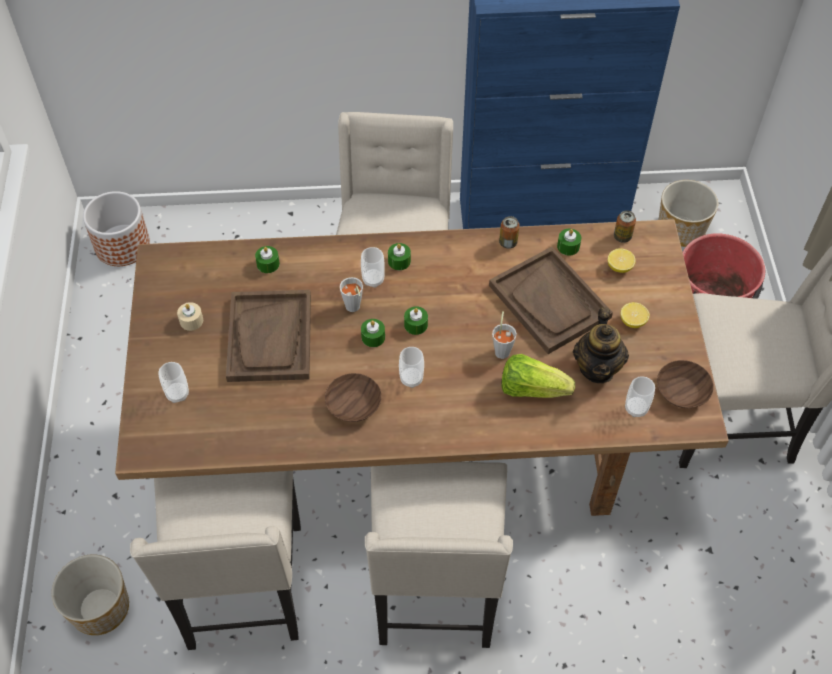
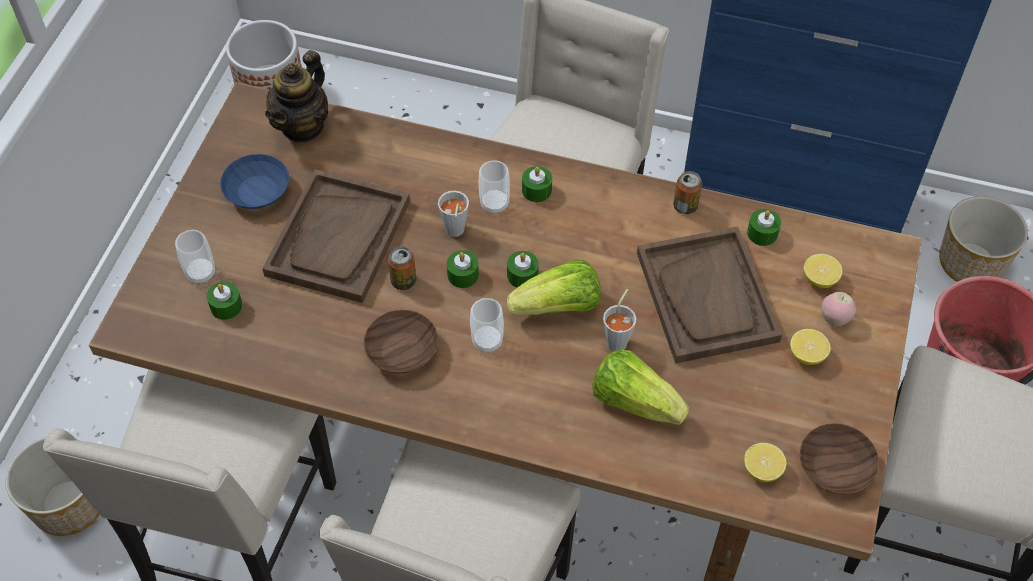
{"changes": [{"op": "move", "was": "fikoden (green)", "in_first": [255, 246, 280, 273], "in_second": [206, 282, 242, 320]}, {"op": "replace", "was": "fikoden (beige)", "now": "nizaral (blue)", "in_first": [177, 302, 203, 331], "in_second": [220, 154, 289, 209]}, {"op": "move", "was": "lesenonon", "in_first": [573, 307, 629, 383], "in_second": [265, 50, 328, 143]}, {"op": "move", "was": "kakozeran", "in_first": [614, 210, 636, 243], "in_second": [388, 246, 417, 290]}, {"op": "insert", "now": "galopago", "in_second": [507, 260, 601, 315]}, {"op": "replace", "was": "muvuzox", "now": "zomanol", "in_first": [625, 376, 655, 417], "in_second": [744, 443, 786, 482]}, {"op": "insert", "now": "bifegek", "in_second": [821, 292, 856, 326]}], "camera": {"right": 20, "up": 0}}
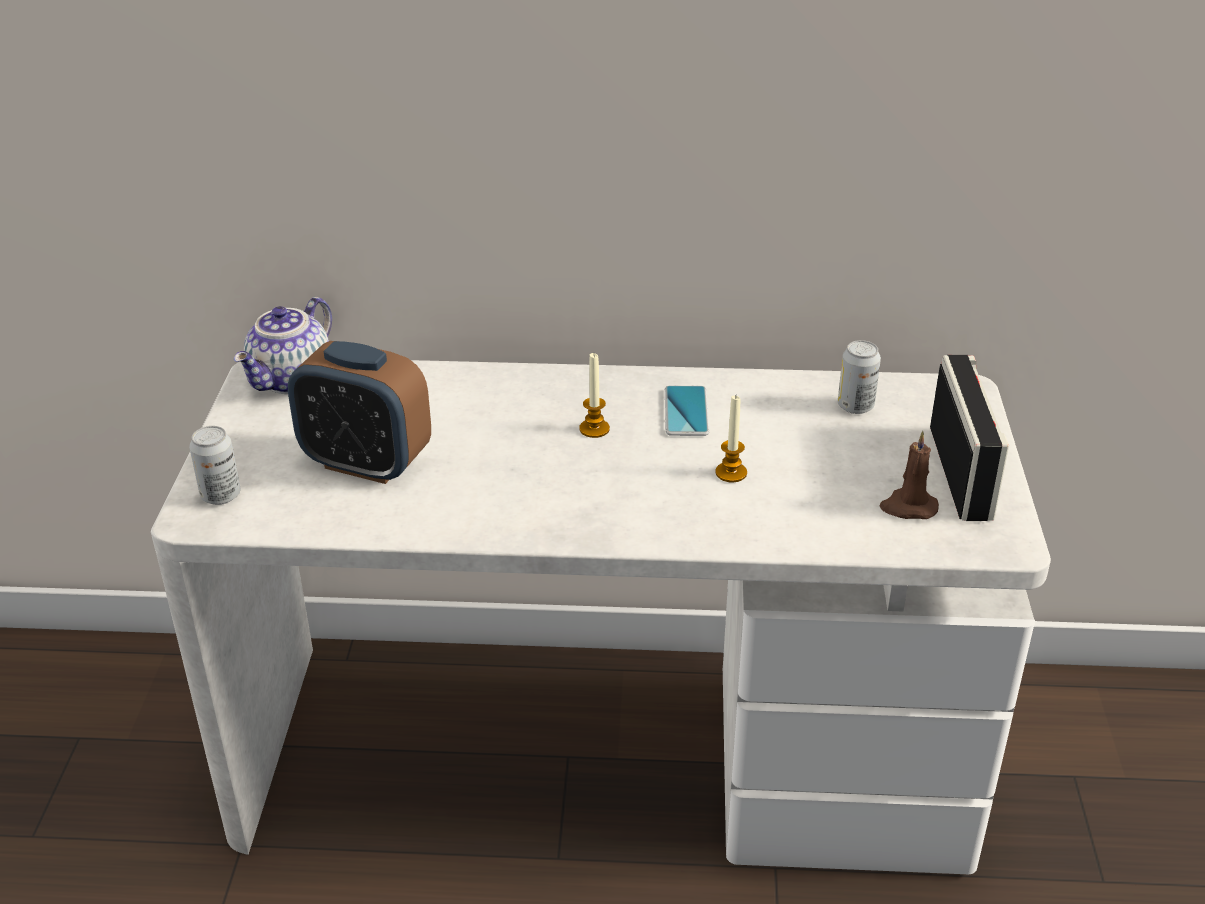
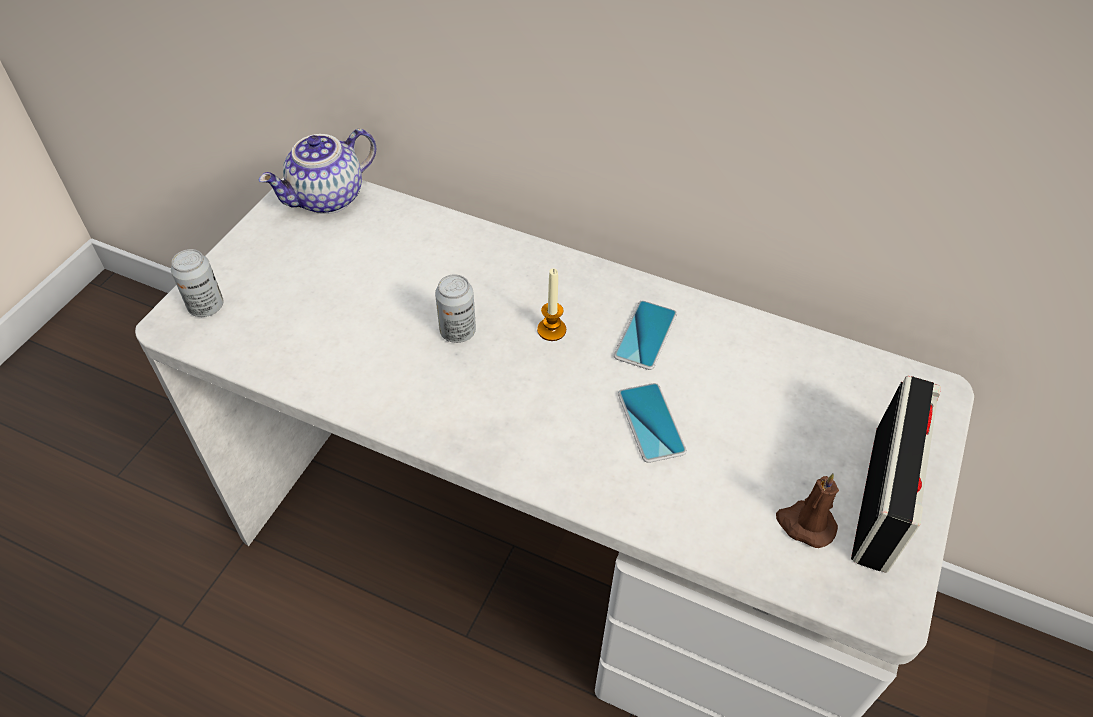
{"changes": [{"op": "move", "was": "kakozeran", "in_first": [838, 340, 881, 414], "in_second": [435, 275, 476, 343]}, {"op": "replace", "was": "fikoden", "now": "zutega", "in_first": [715, 396, 747, 482], "in_second": [618, 383, 687, 463]}, {"op": "delete", "was": "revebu", "in_first": [288, 341, 431, 484]}], "camera": {"right": 20, "up": 15}}
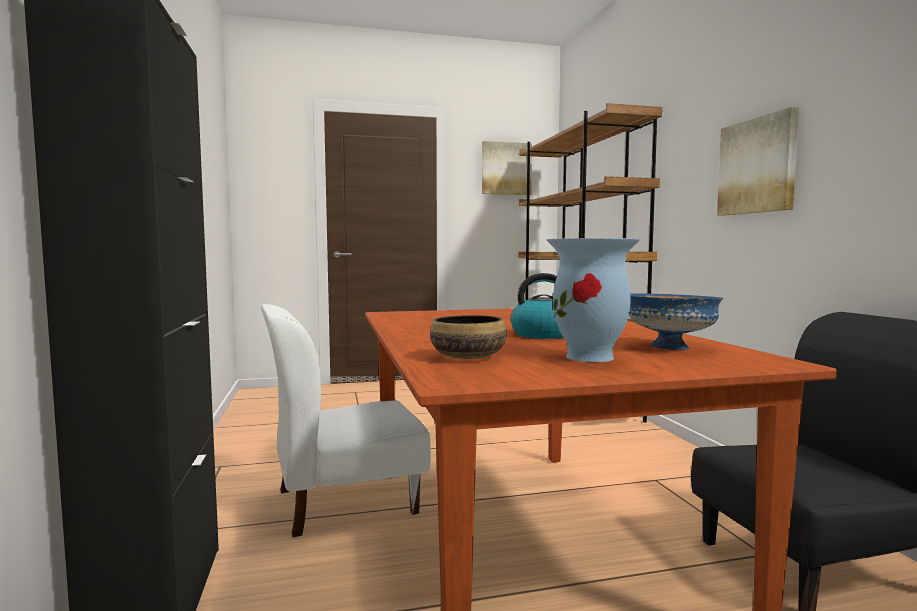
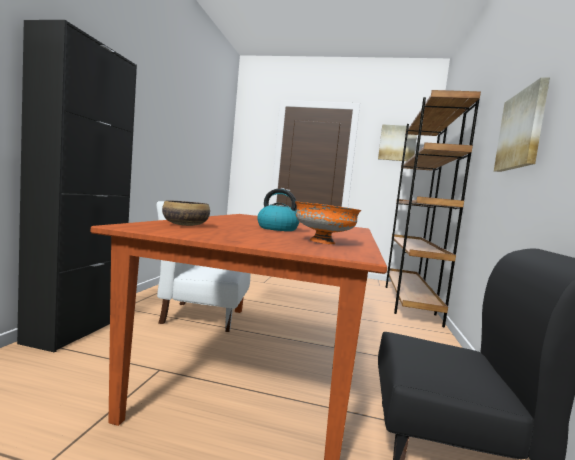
{"changes": [{"op": "recolor", "was": "nizaral (blue)", "now": "nizaral (orange)", "in_first": [629, 293, 723, 350], "in_second": [295, 201, 362, 244]}, {"op": "delete", "was": "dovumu", "in_first": [547, 238, 640, 362]}], "camera": {"right": 25, "up": 0}}
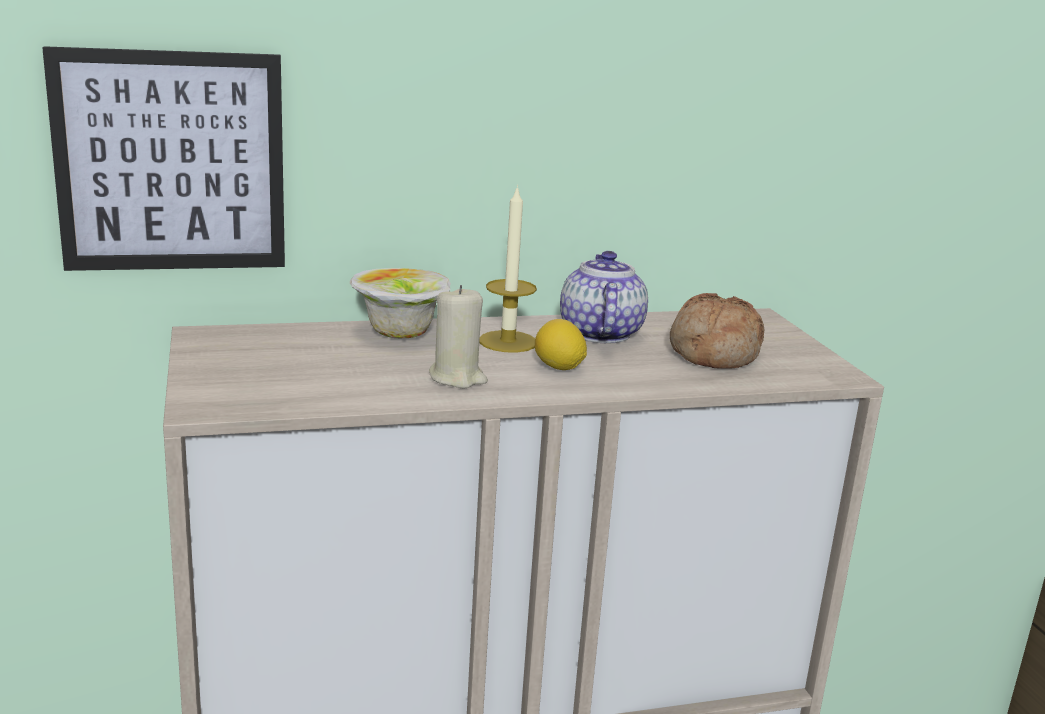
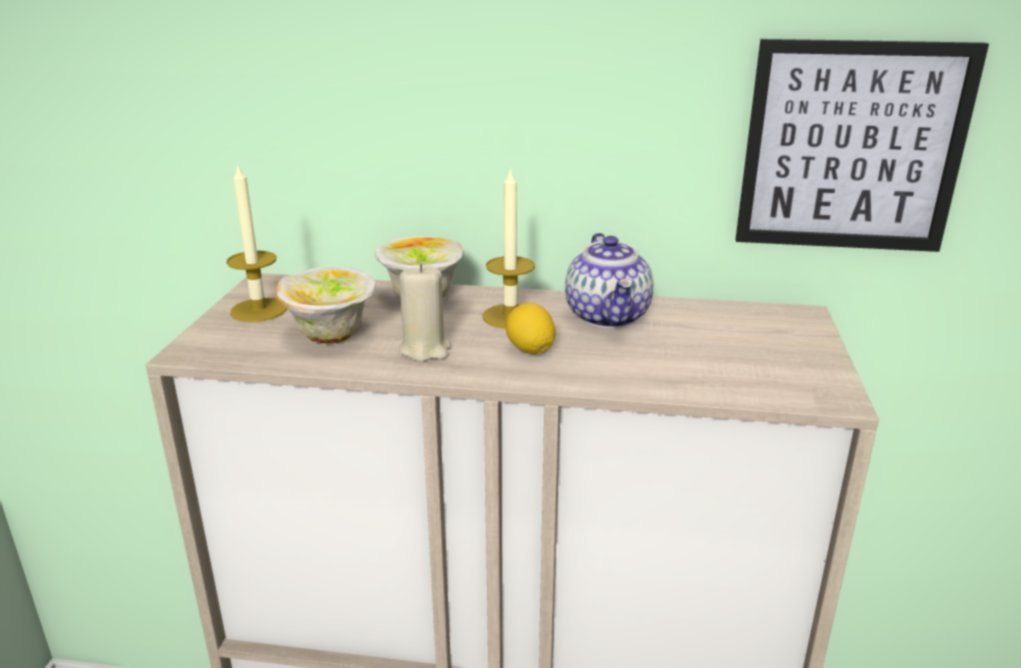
{"changes": [{"op": "insert", "now": "fikoden", "in_second": [226, 166, 287, 322]}, {"op": "insert", "now": "nizaral", "in_second": [276, 266, 376, 344]}, {"op": "rotate", "was": "lesenonon", "in_first": [560, 251, 648, 343], "in_second": [565, 233, 653, 328], "clockwise": 150}, {"op": "move", "was": "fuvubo", "in_first": [42, 46, 285, 271], "in_second": [736, 39, 989, 252]}, {"op": "delete", "was": "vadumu", "in_first": [670, 293, 764, 369]}], "camera": {"right": 25, "up": 5}}
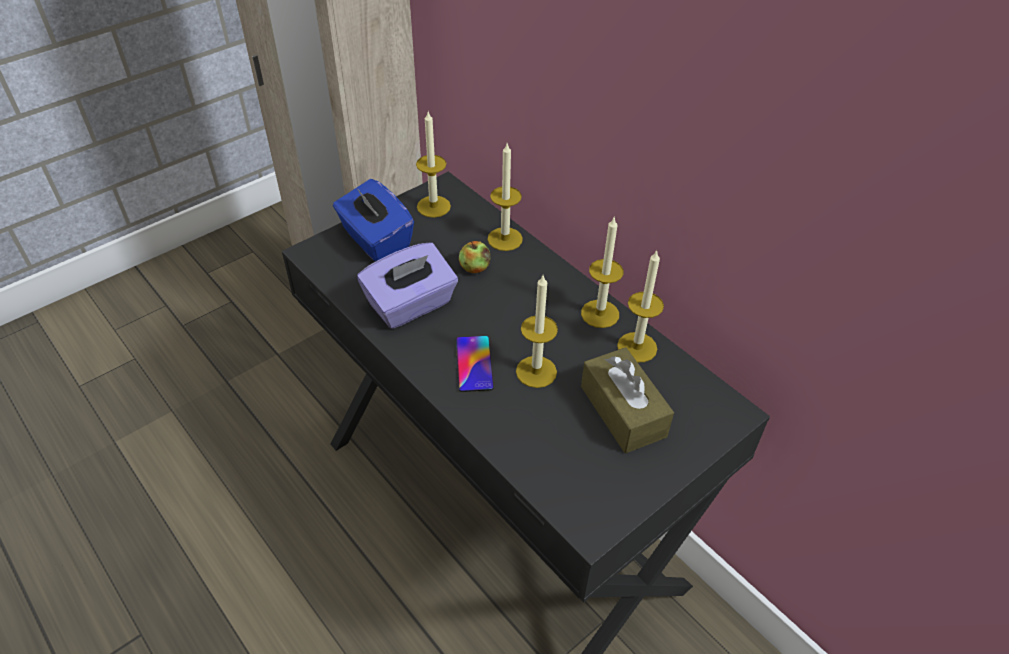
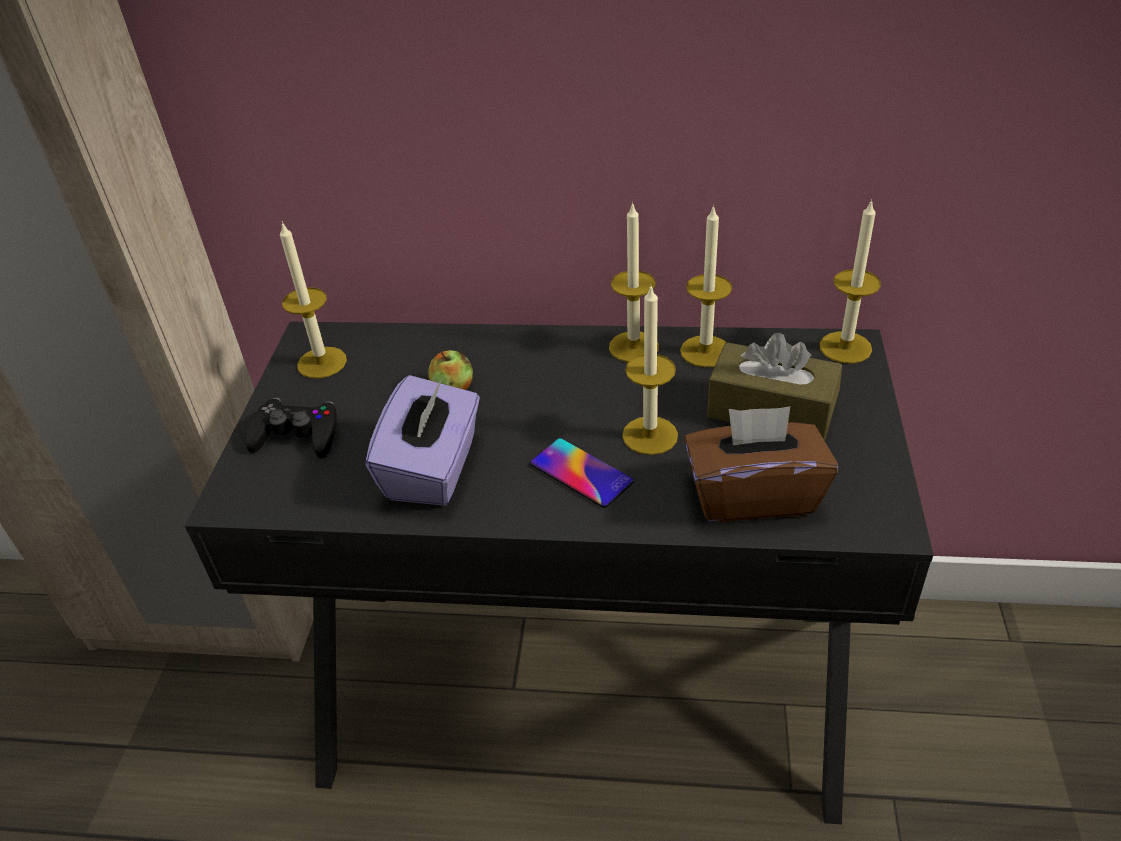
{"changes": [{"op": "replace", "was": "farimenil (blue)", "now": "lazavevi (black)", "in_first": [333, 179, 414, 262], "in_second": [245, 397, 337, 459]}, {"op": "insert", "now": "farimenil (brown)", "in_second": [684, 407, 838, 522]}, {"op": "move", "was": "fikoden", "in_first": [487, 144, 523, 251], "in_second": [820, 199, 881, 364]}], "camera": {"right": -40, "up": -5}}
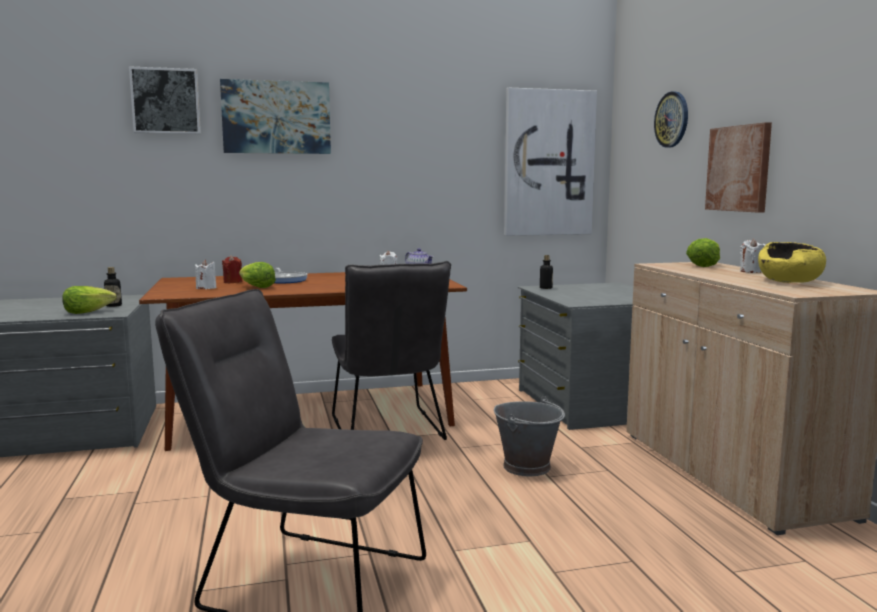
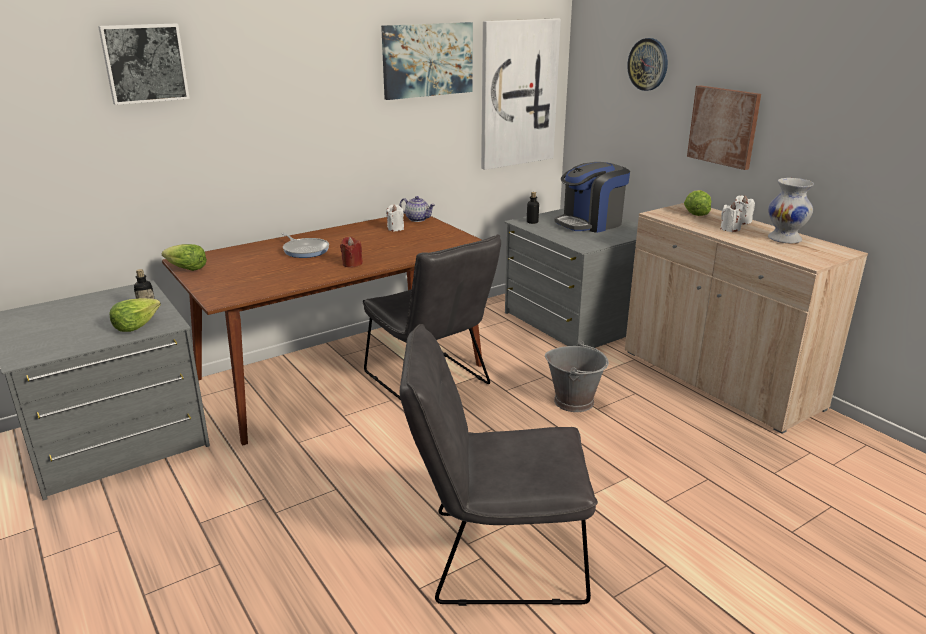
{"changes": [{"op": "move", "was": "galopago", "in_first": [239, 262, 276, 288], "in_second": [162, 244, 207, 271]}, {"op": "move", "was": "fikoden (red)", "in_first": [222, 255, 242, 283], "in_second": [340, 237, 363, 268]}, {"op": "move", "was": "fuvubo", "in_first": [220, 79, 331, 154], "in_second": [381, 22, 473, 100]}, {"op": "insert", "now": "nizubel", "in_second": [554, 162, 630, 233]}, {"op": "move", "was": "fikoden (white)", "in_first": [195, 260, 217, 289], "in_second": [720, 202, 743, 232]}, {"op": "replace", "was": "nizaral (yellow)", "now": "dovumu (white)", "in_first": [758, 242, 826, 283], "in_second": [768, 178, 814, 243]}], "camera": {"right": -20, "up": 15}}
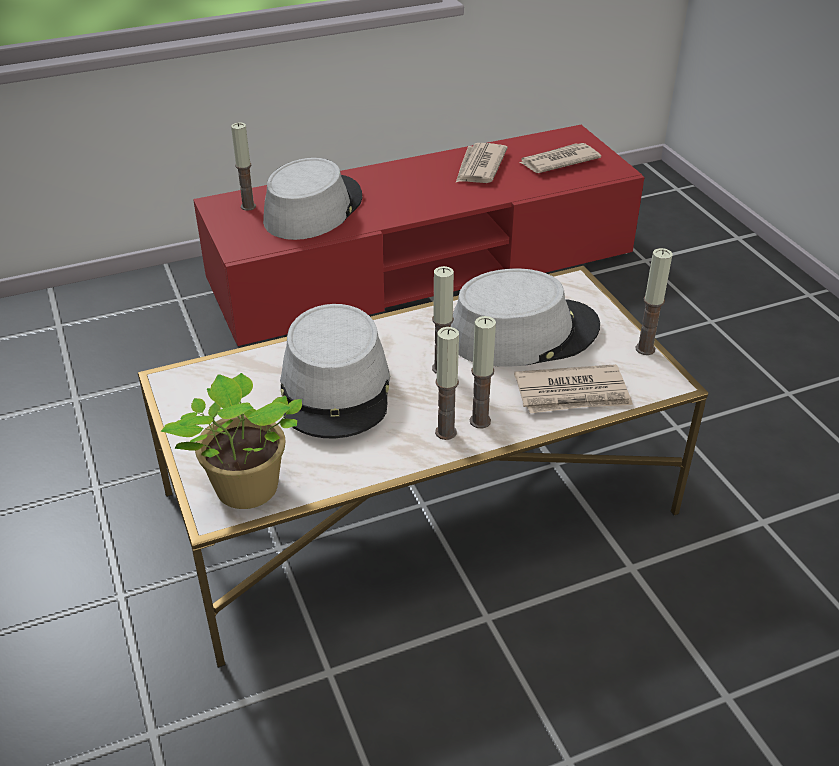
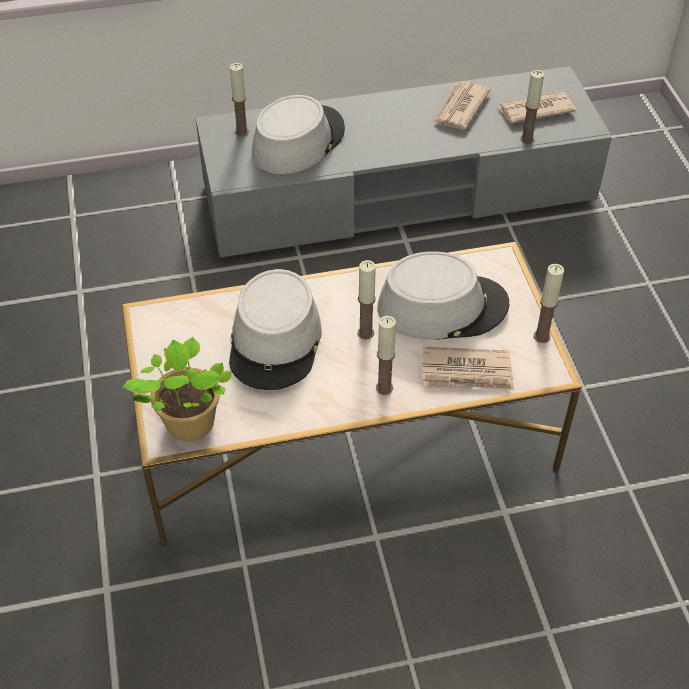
{"changes": [{"op": "recolor", "was": "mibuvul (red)", "now": "mibuvul (grey)", "in_first": [193, 125, 644, 347], "in_second": [195, 66, 612, 258]}, {"op": "move", "was": "fikoden", "in_first": [435, 327, 459, 440], "in_second": [520, 70, 544, 144]}], "camera": {"right": 10, "up": 10}}
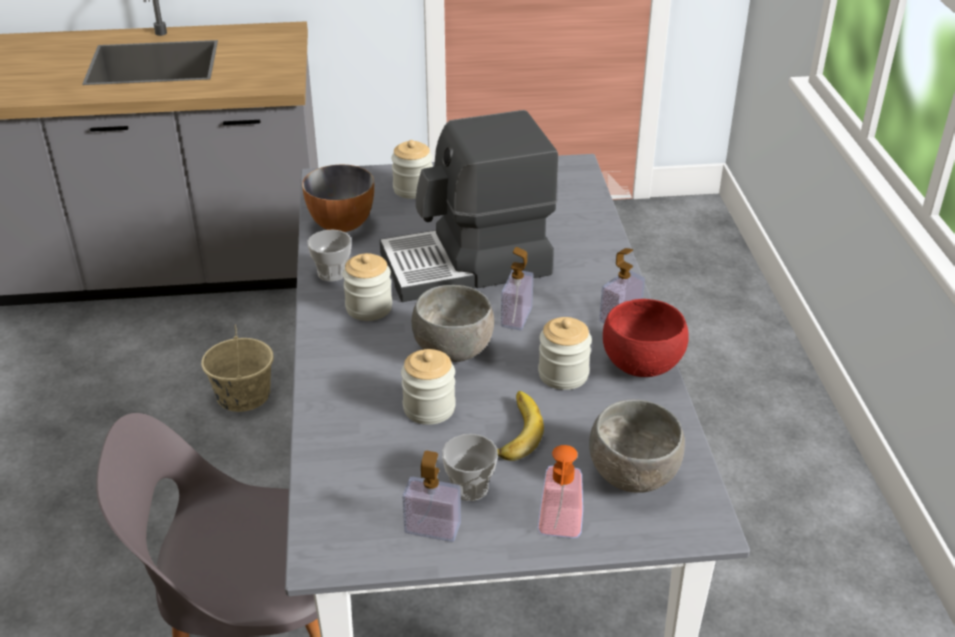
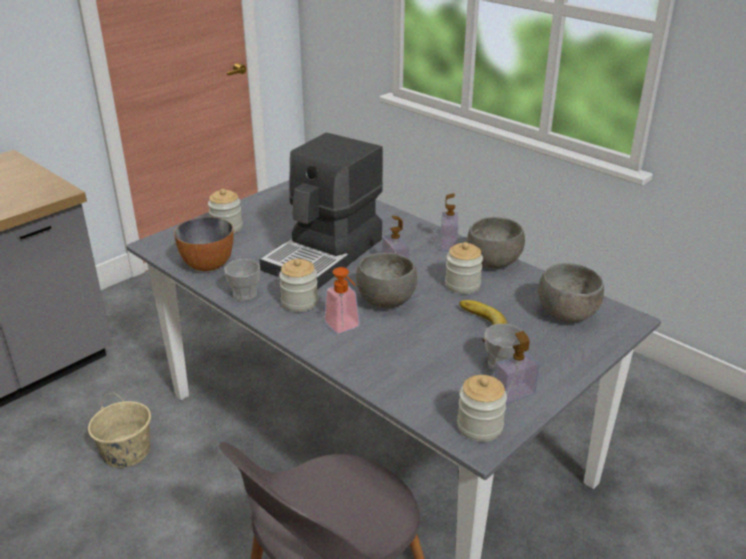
{"changes": [{"op": "move", "was": "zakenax", "in_first": [538, 445, 583, 538], "in_second": [324, 267, 360, 334]}, {"op": "move", "was": "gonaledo", "in_first": [401, 349, 456, 425], "in_second": [457, 375, 507, 442]}, {"op": "recolor", "was": "nizaral (red)", "now": "nizaral (grey)", "in_first": [603, 299, 689, 377], "in_second": [467, 217, 525, 268]}], "camera": {"right": -40, "up": -5}}
